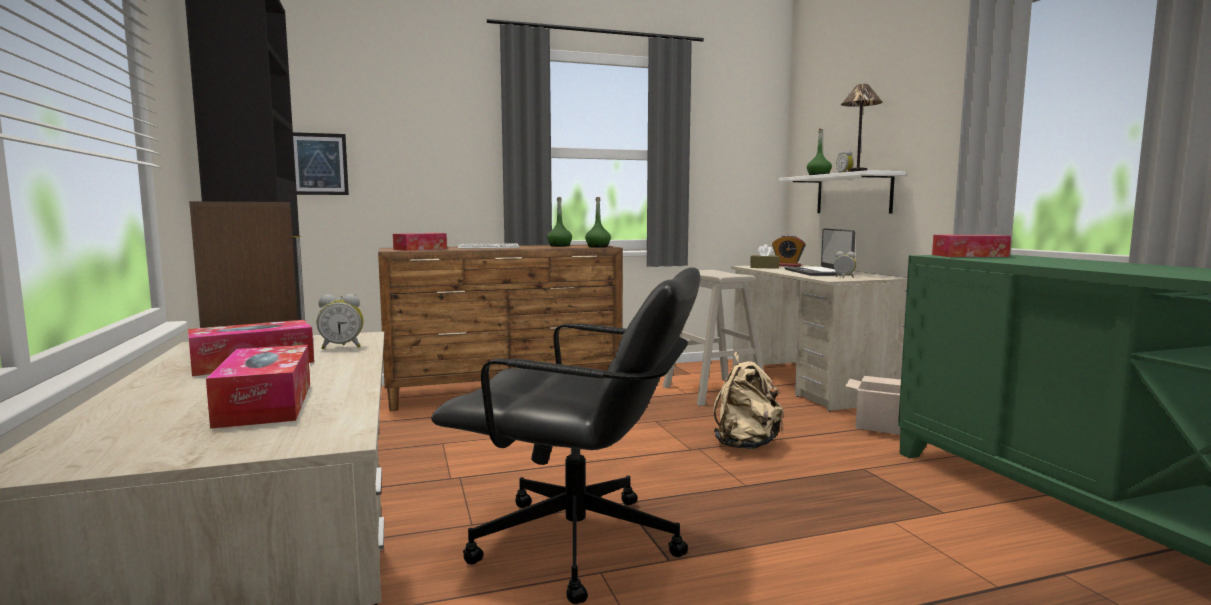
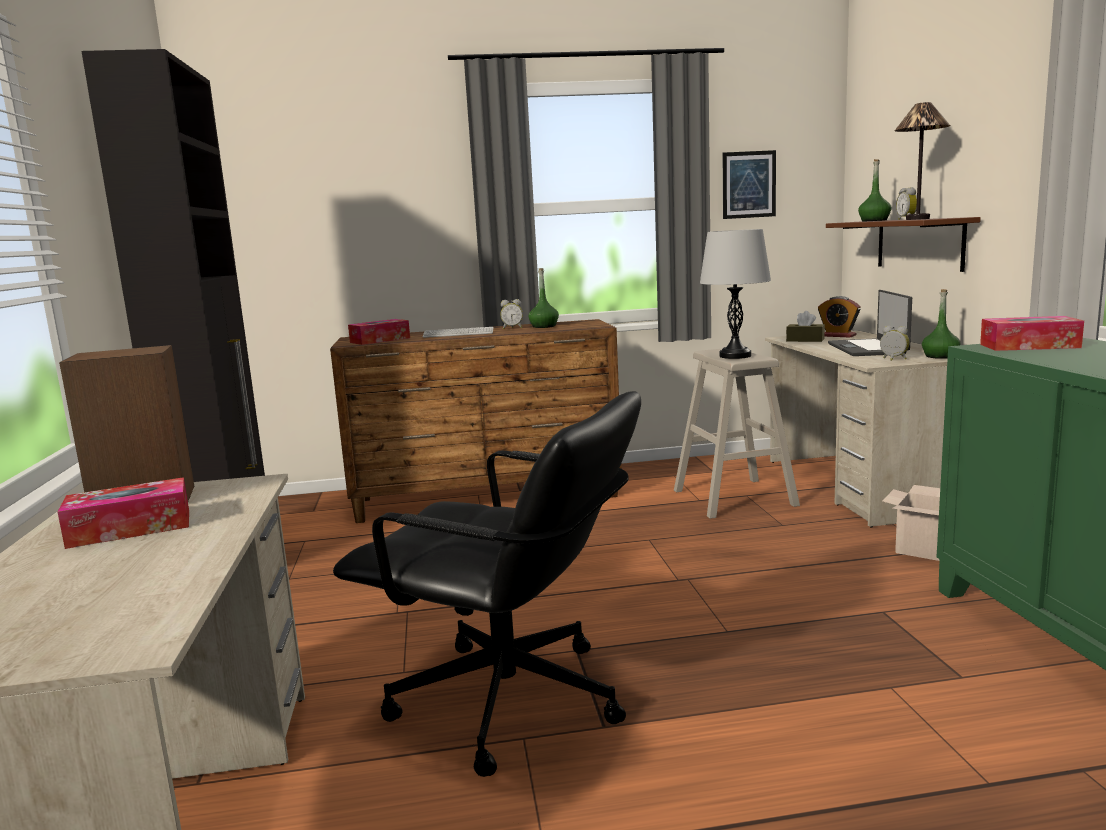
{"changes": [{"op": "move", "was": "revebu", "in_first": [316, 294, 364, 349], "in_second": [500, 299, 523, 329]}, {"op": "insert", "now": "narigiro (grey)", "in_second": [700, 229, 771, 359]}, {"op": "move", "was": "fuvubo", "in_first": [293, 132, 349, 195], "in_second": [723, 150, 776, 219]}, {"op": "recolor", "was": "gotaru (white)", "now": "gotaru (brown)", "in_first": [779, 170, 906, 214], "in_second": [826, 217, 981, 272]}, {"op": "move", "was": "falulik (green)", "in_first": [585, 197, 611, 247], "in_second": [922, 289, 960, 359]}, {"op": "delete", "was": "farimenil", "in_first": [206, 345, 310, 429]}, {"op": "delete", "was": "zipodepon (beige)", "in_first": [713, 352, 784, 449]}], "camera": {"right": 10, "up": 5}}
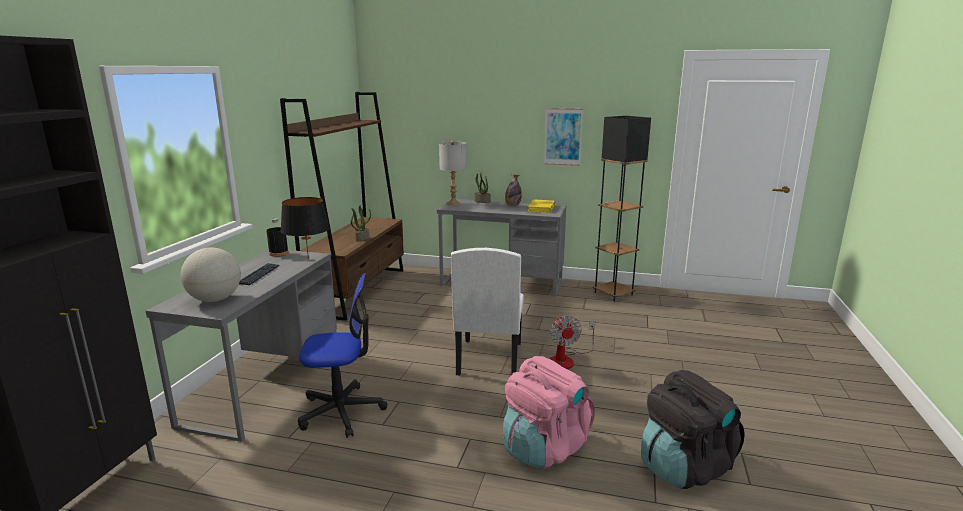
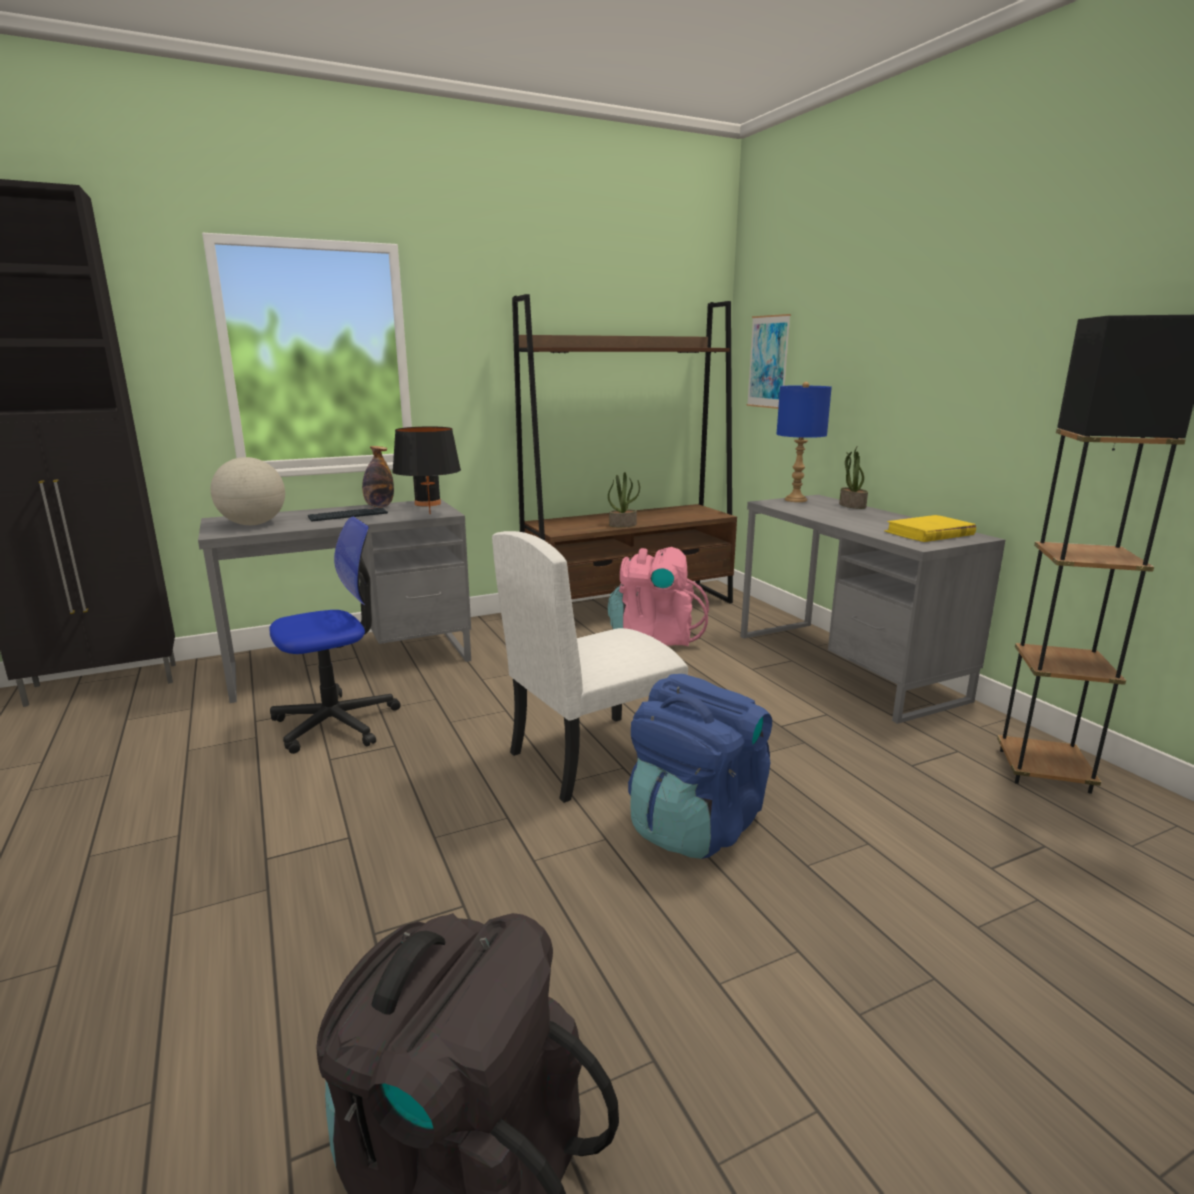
{"changes": [{"op": "rotate", "was": "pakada", "in_first": [298, 273, 387, 438], "in_second": [269, 517, 400, 754], "clockwise": -75}, {"op": "move", "was": "falulik", "in_first": [505, 174, 522, 206], "in_second": [362, 446, 394, 507]}, {"op": "move", "was": "zipodepon (pink)", "in_first": [503, 356, 595, 469], "in_second": [608, 547, 709, 646]}, {"op": "replace", "was": "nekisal", "now": "zipodepon (blue)", "in_first": [549, 316, 595, 369], "in_second": [628, 674, 772, 859]}, {"op": "move", "was": "fuvubo", "in_first": [544, 108, 583, 166], "in_second": [747, 314, 791, 409]}, {"op": "recolor", "was": "narigiro (grey)", "now": "narigiro (blue)", "in_first": [439, 141, 466, 205], "in_second": [776, 382, 832, 502]}], "camera": {"right": 50, "up": 0}}
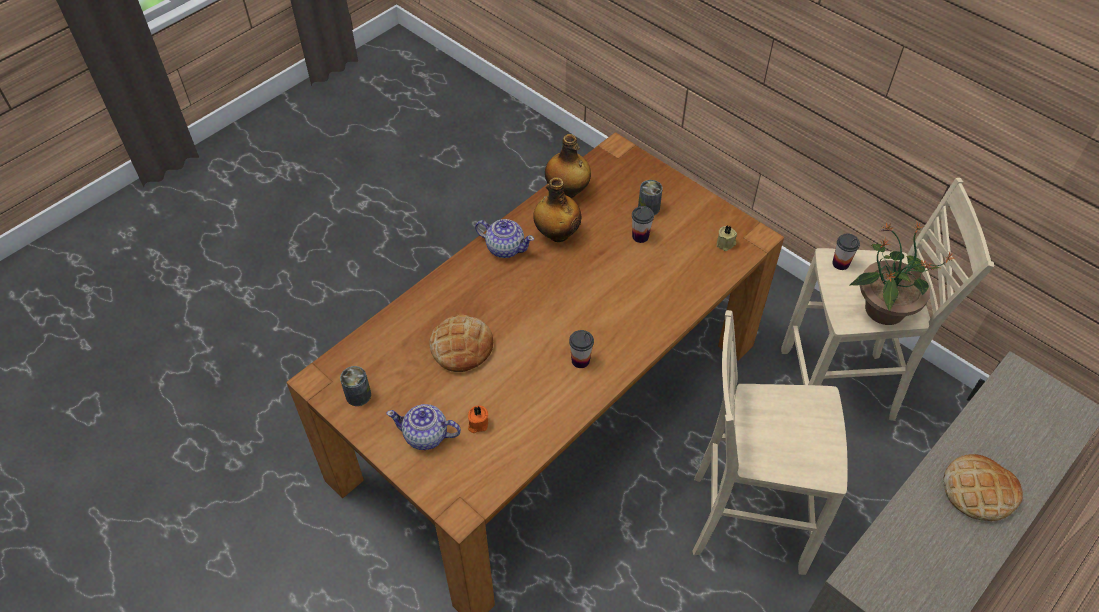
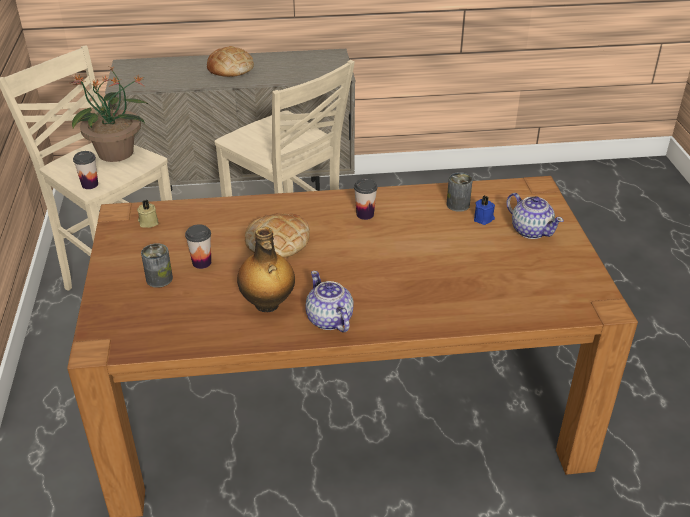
{"changes": [{"op": "move", "was": "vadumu", "in_first": [429, 314, 493, 372], "in_second": [245, 213, 310, 258]}, {"op": "move", "was": "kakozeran", "in_first": [340, 366, 371, 406], "in_second": [446, 172, 473, 212]}, {"op": "recolor", "was": "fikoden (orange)", "now": "fikoden (blue)", "in_first": [468, 406, 488, 433], "in_second": [474, 196, 495, 225]}, {"op": "delete", "was": "falulik", "in_first": [545, 134, 591, 198]}], "camera": {"right": -140, "up": -15}}
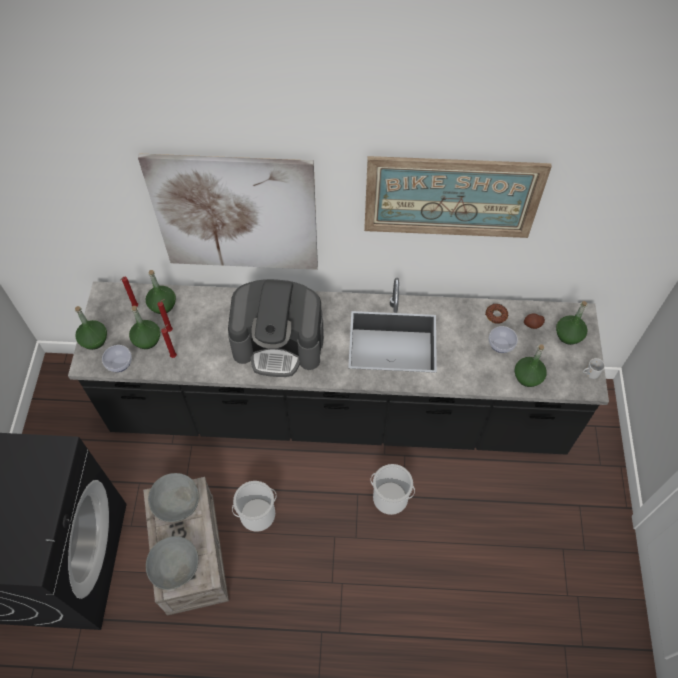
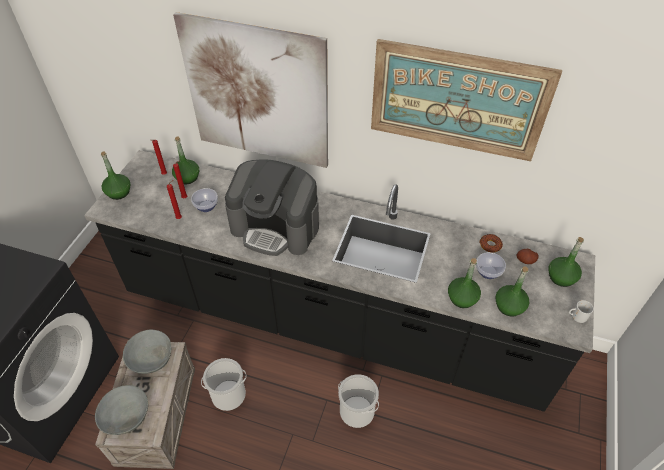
{"changes": [{"op": "move", "was": "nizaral", "in_first": [102, 345, 132, 372], "in_second": [191, 188, 218, 212]}, {"op": "move", "was": "falulik (green)", "in_first": [129, 306, 160, 349], "in_second": [448, 258, 481, 308]}], "camera": {"right": 15, "up": -10}}
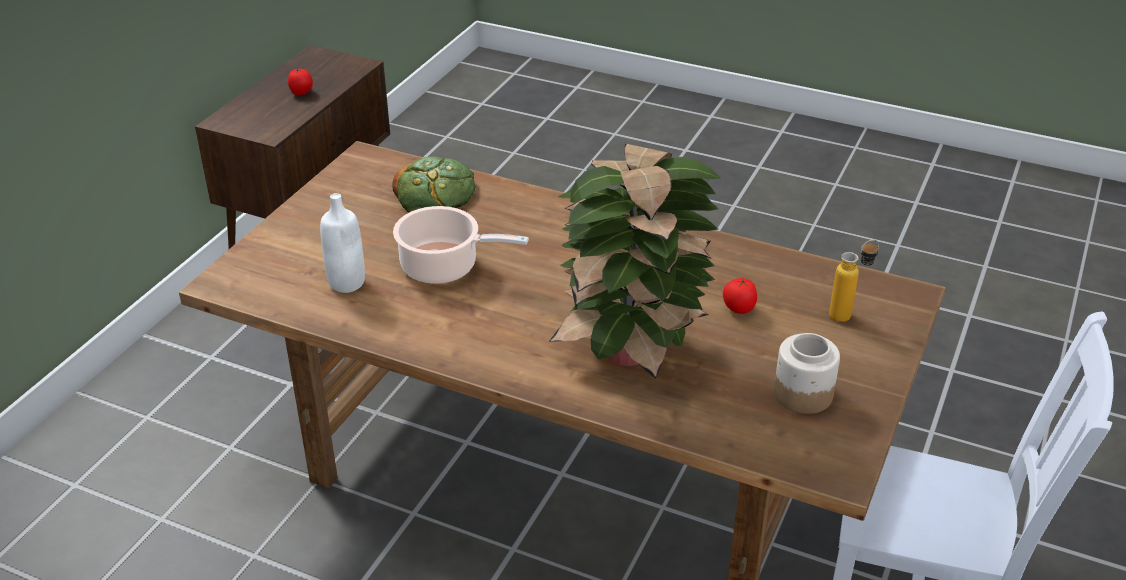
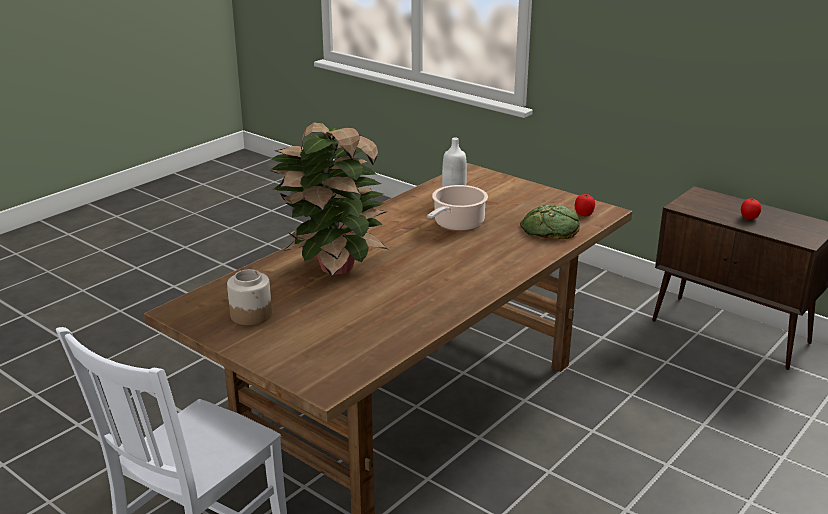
{"changes": [{"op": "move", "was": "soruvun", "in_first": [723, 278, 757, 314], "in_second": [575, 194, 595, 216]}, {"op": "delete", "was": "falulik", "in_first": [829, 240, 879, 322]}], "camera": {"right": 105, "up": -10}}
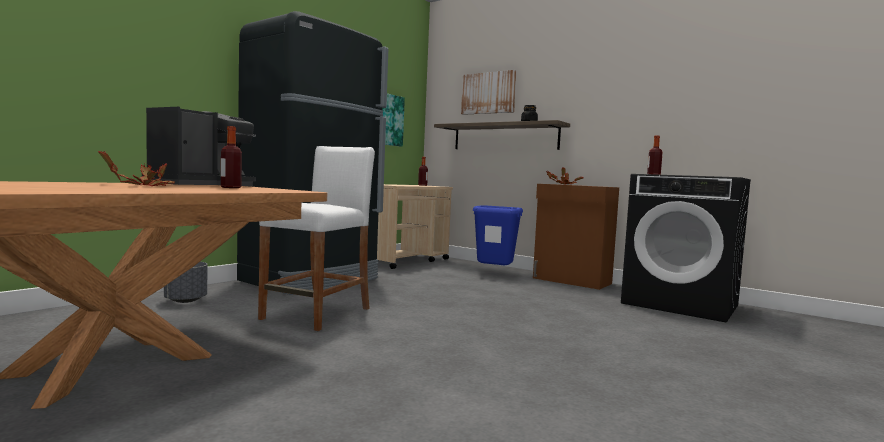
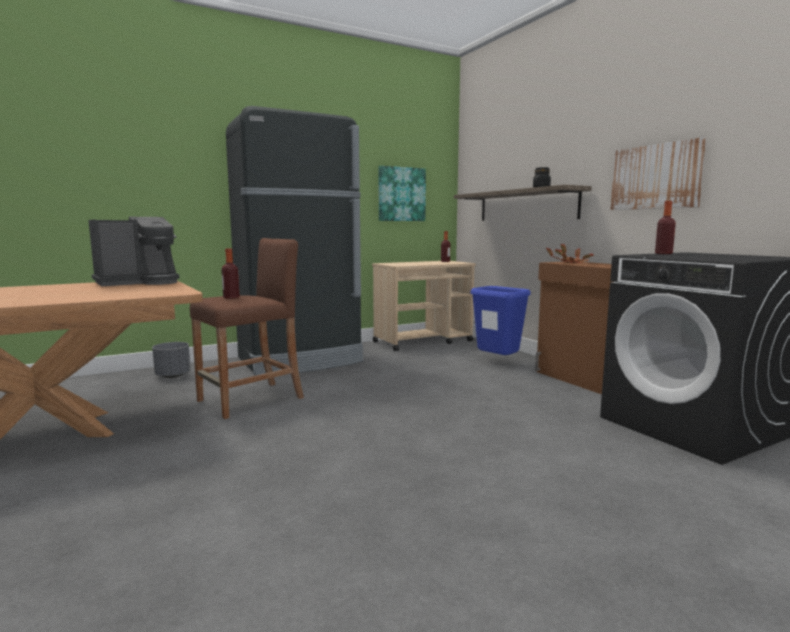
{"changes": [{"op": "recolor", "was": "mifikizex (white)", "now": "mifikizex (brown)", "in_first": [258, 146, 375, 331], "in_second": [190, 238, 304, 419]}, {"op": "move", "was": "falulik", "in_first": [221, 126, 242, 188], "in_second": [221, 248, 239, 299]}, {"op": "move", "was": "fuvubo", "in_first": [461, 70, 516, 115], "in_second": [610, 137, 706, 210]}, {"op": "delete", "was": "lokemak", "in_first": [98, 151, 175, 186]}], "camera": {"right": 25, "up": 5}}
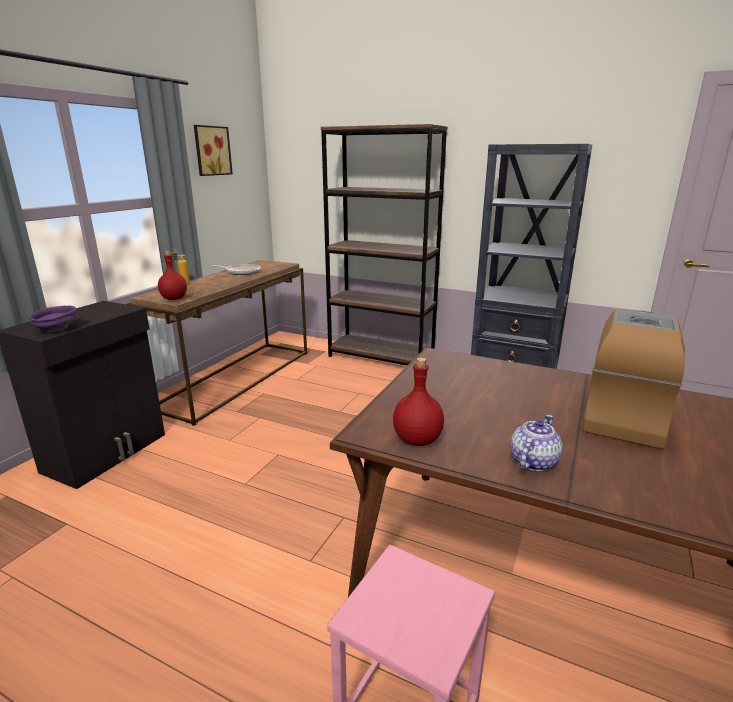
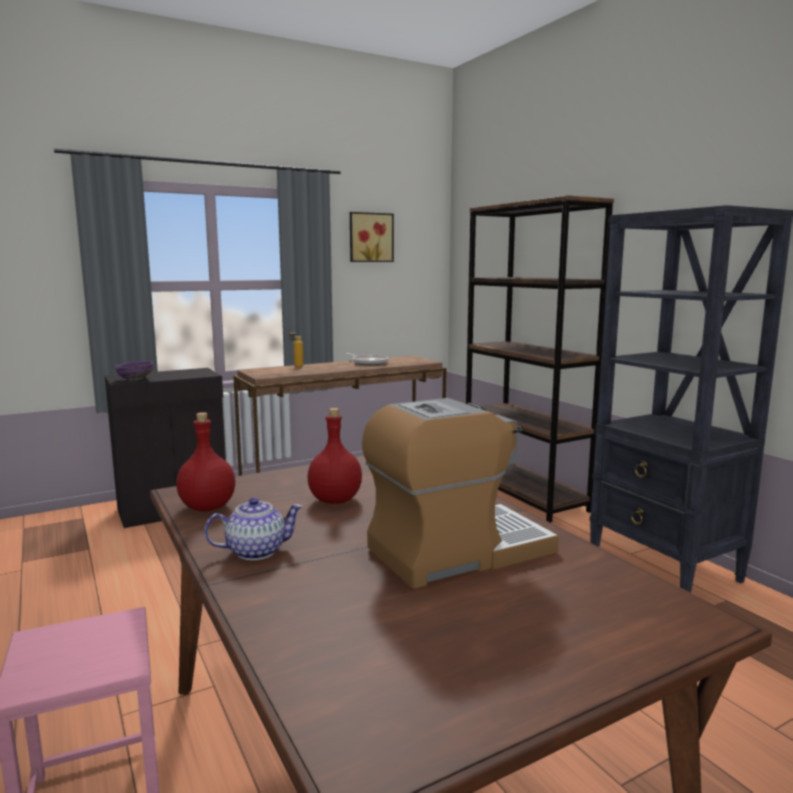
{"changes": [{"op": "move", "was": "falulik (red)", "in_first": [158, 251, 187, 300], "in_second": [307, 408, 362, 504]}], "camera": {"right": 35, "up": -10}}
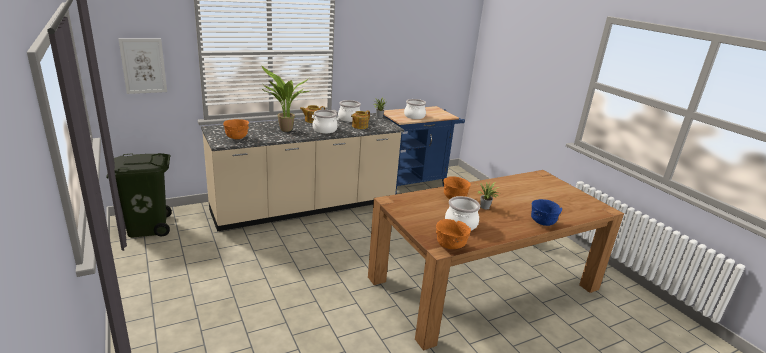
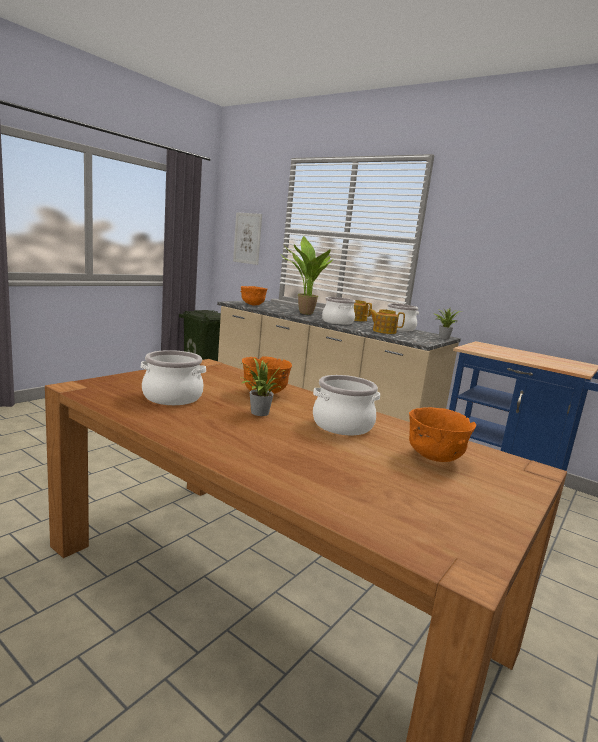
{"changes": [{"op": "move", "was": "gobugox", "in_first": [404, 99, 426, 119], "in_second": [313, 375, 380, 435]}, {"op": "move", "was": "nizaral (orange)", "in_first": [436, 219, 471, 249], "in_second": [409, 407, 476, 462]}, {"op": "delete", "was": "nizaral (blue)", "in_first": [531, 199, 562, 226]}], "camera": {"right": 65, "up": -10}}
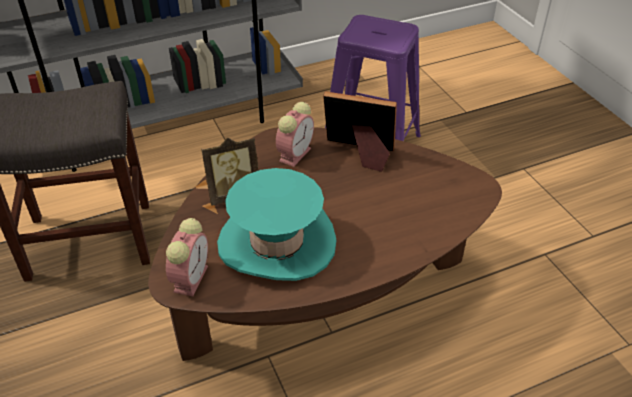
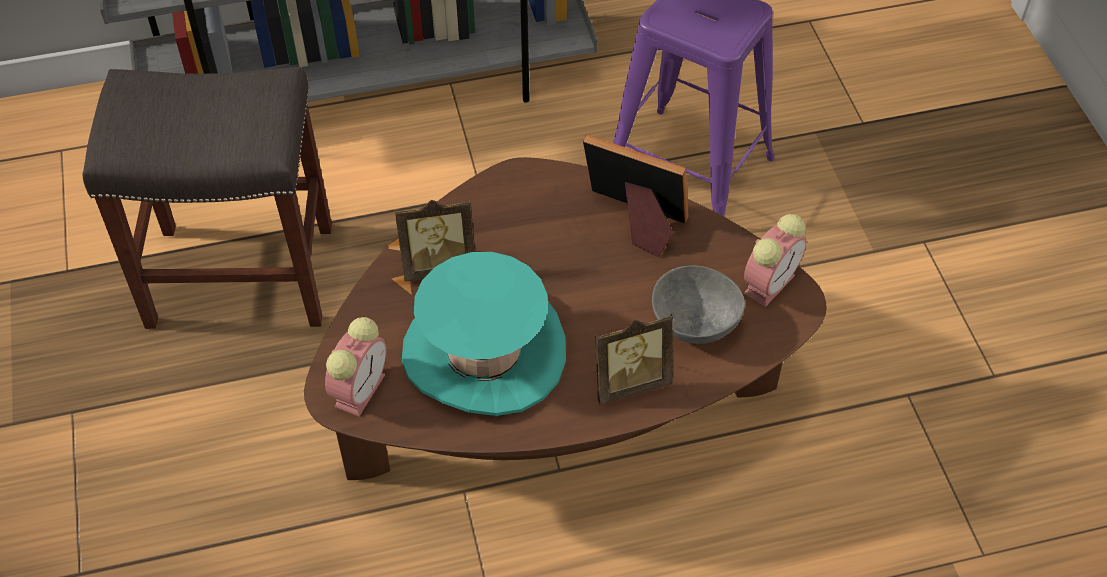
{"changes": [{"op": "insert", "now": "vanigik", "in_second": [595, 314, 673, 405]}, {"op": "insert", "now": "nizaral (grey)", "in_second": [652, 265, 745, 344]}, {"op": "move", "was": "revebu", "in_first": [276, 102, 314, 167], "in_second": [744, 214, 806, 307]}], "camera": {"right": 10, "up": 10}}
